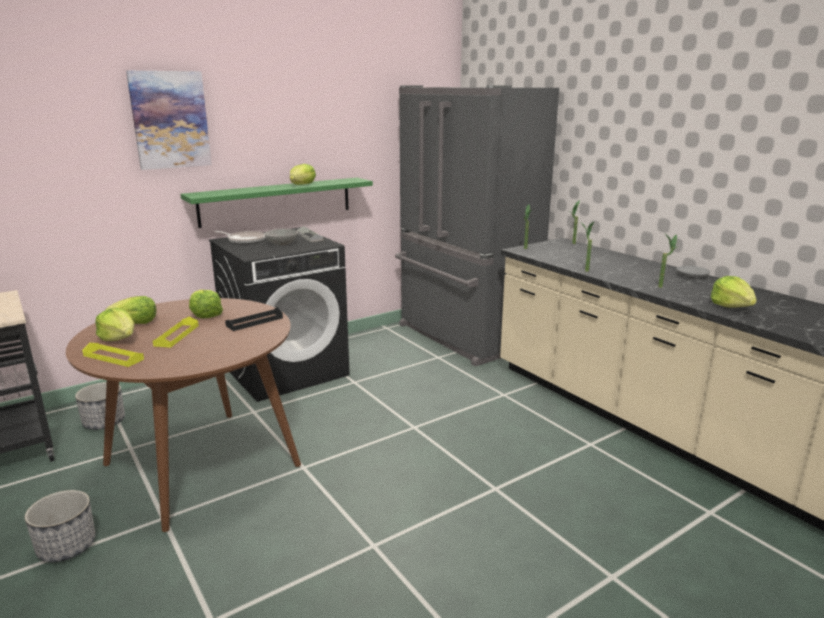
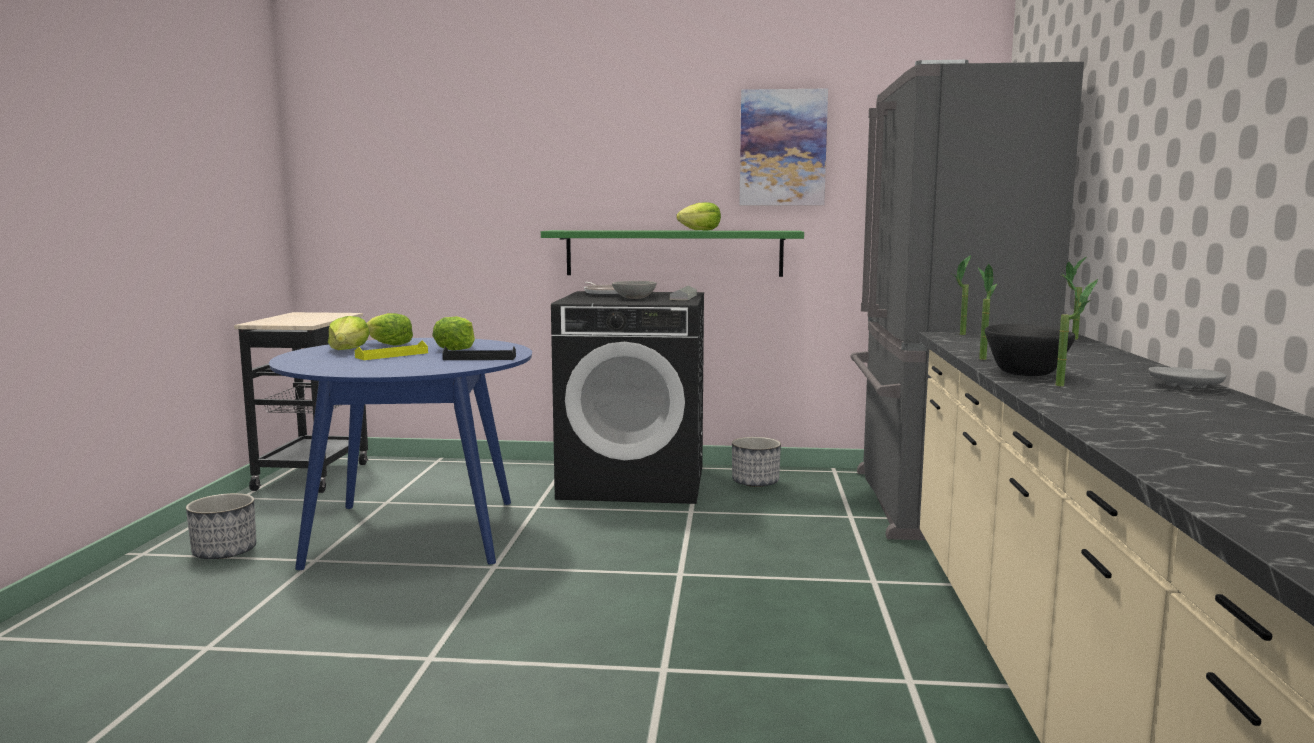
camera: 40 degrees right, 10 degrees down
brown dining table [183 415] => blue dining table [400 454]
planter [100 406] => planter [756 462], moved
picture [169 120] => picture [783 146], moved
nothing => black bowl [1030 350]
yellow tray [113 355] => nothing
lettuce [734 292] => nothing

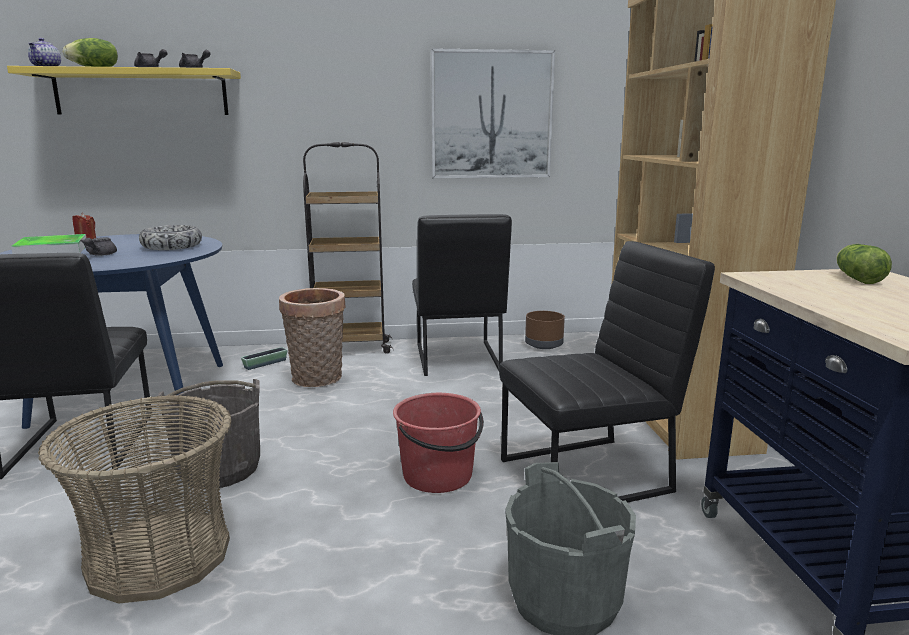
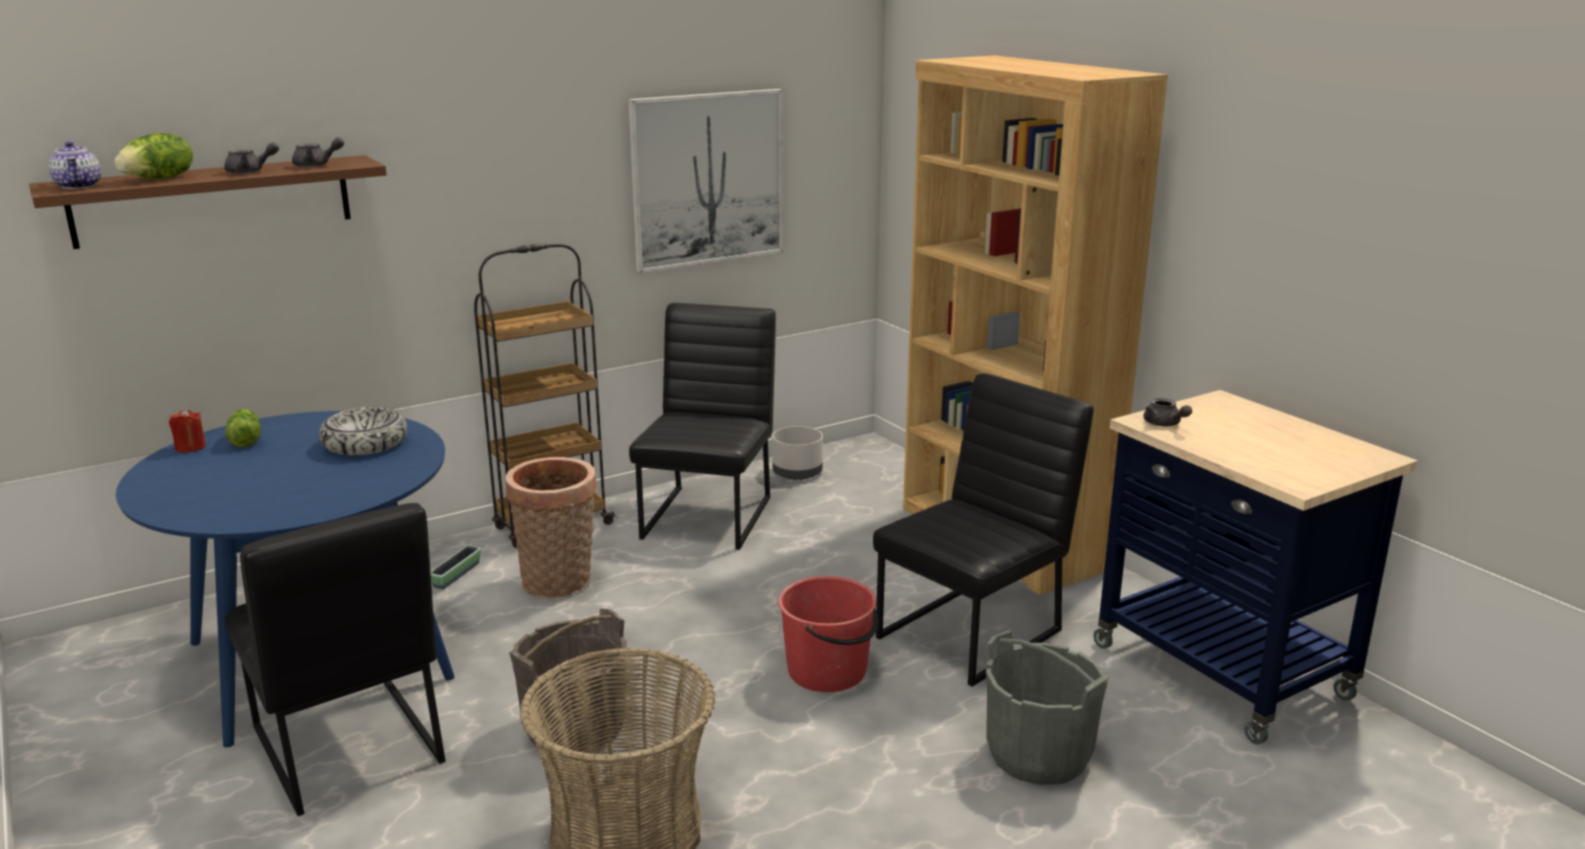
camera: 25 degrees left, 5 degrees up
yellow shelf [124 90] => brown shelf [208 202]
lettuce [864 264] => lettuce [243 428], moved
black chair [462 295] => black chair [702 426], 135 degrees counterclockwise
brown planter [545 330] => grey planter [797 453]
grey teapot [99 247] => grey teapot [1167 412], moved
tray [48 244] => nothing

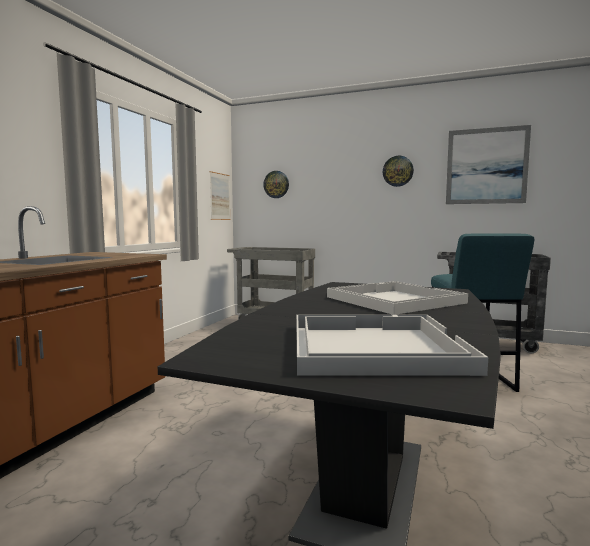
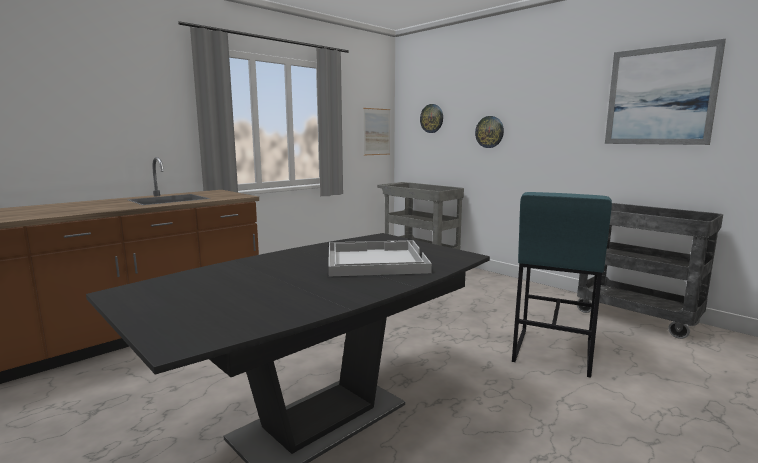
camera: 25 degrees right, 5 degrees up
wall clock [398 171] => wall clock [489 132], moved
white tray [392 345] => nothing

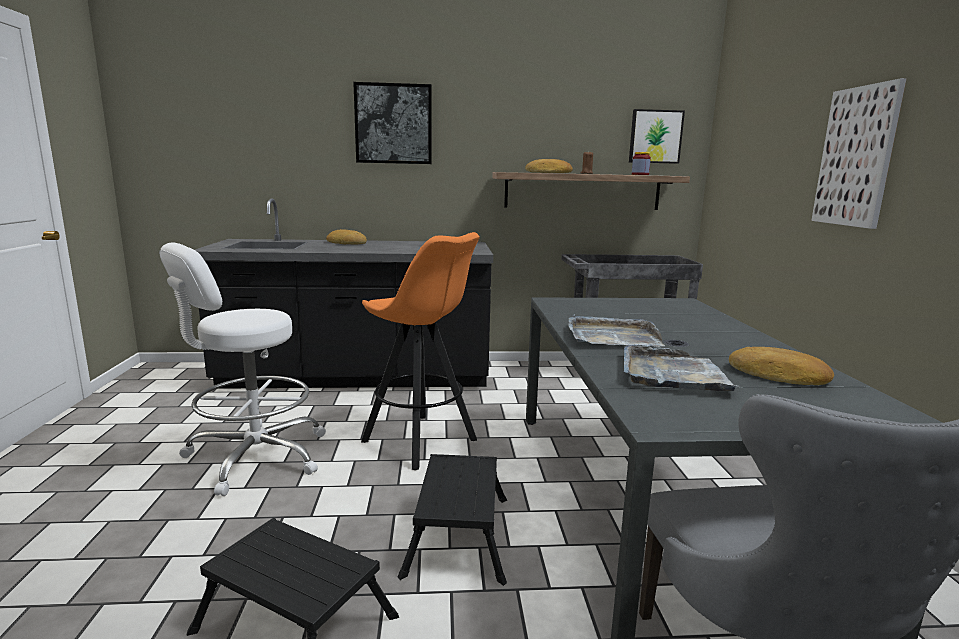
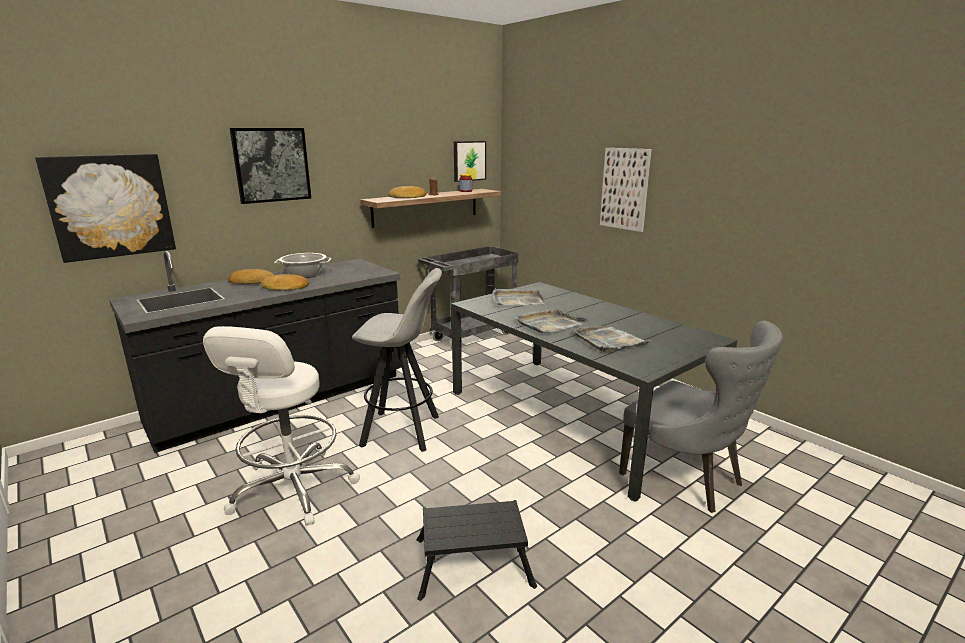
camera: 35 degrees left, 5 degrees up
nothing => picture [105 208]
bread [781 366] => bread [285 282], moved
nothing => cooking pot [302 265]
orange stool [420 351] => grey stool [397 360]
nothing => grey tray [518 296]
black step ladder [452 520] => nothing

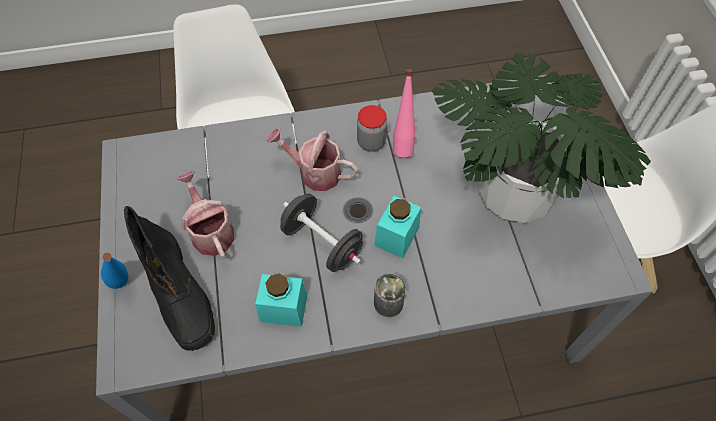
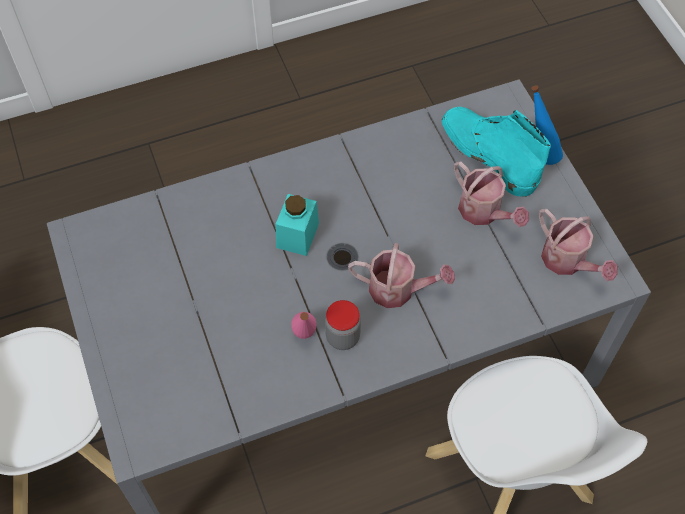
camera: 170 degrees right, 0 degrees up
black boot [169 278] => turquoise boot [496 152]
nothing => watering can [578 245]
turquoise jar [281 300] => nothing
black dumbbell [321 232] => nothing
can [390 295] => nothing
potted plant [541 138] => nothing

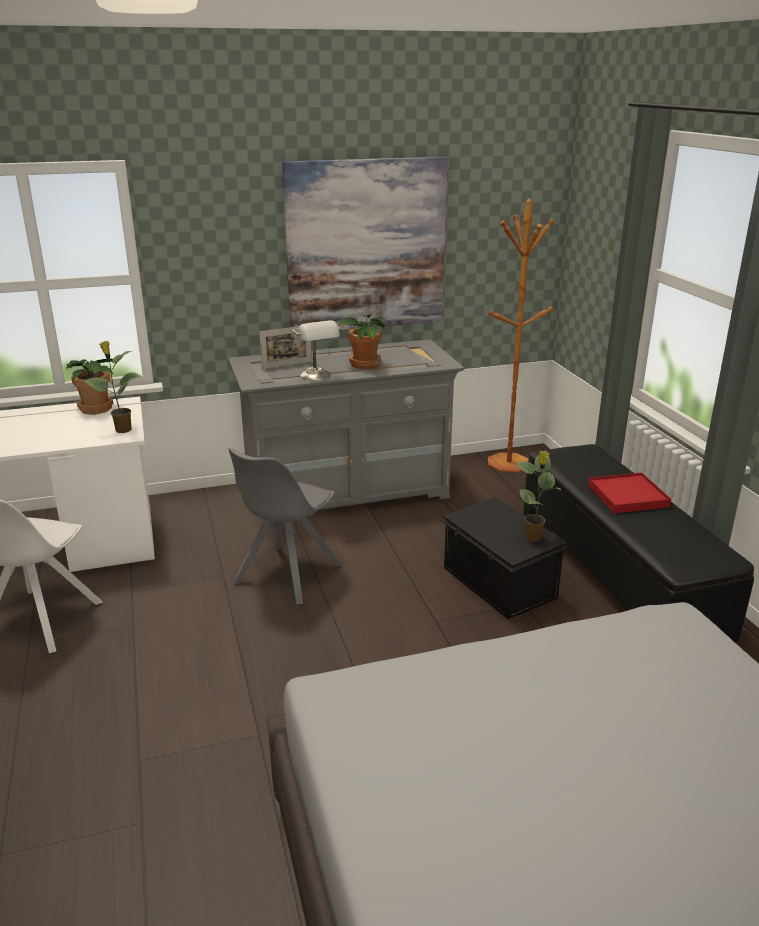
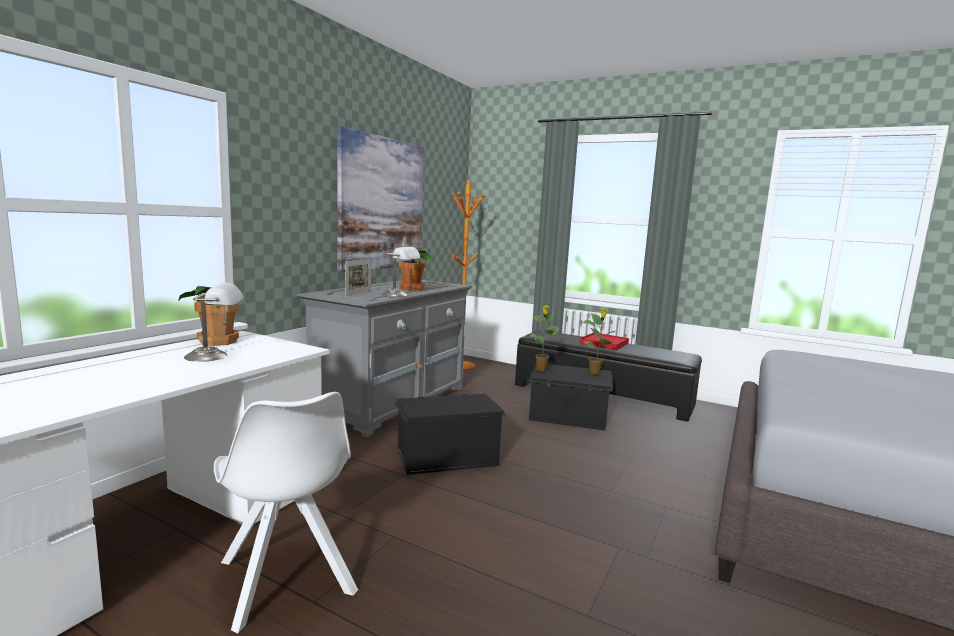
camera: 45 degrees left, 15 degrees down
nothing => white table lamp [213 322]
grey chair [285 526] => black storage box [450 434]
potted plant [112 387] => potted plant [544 338], moved

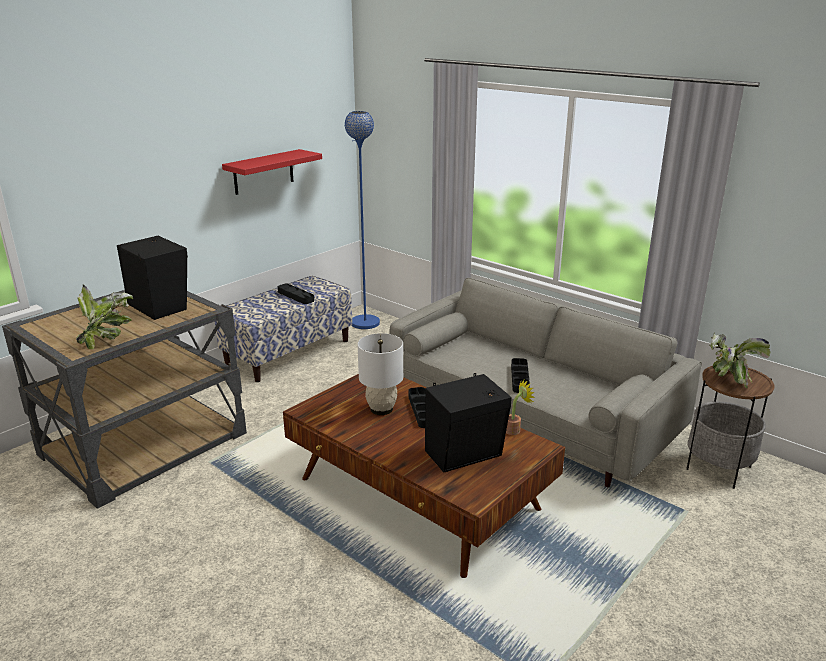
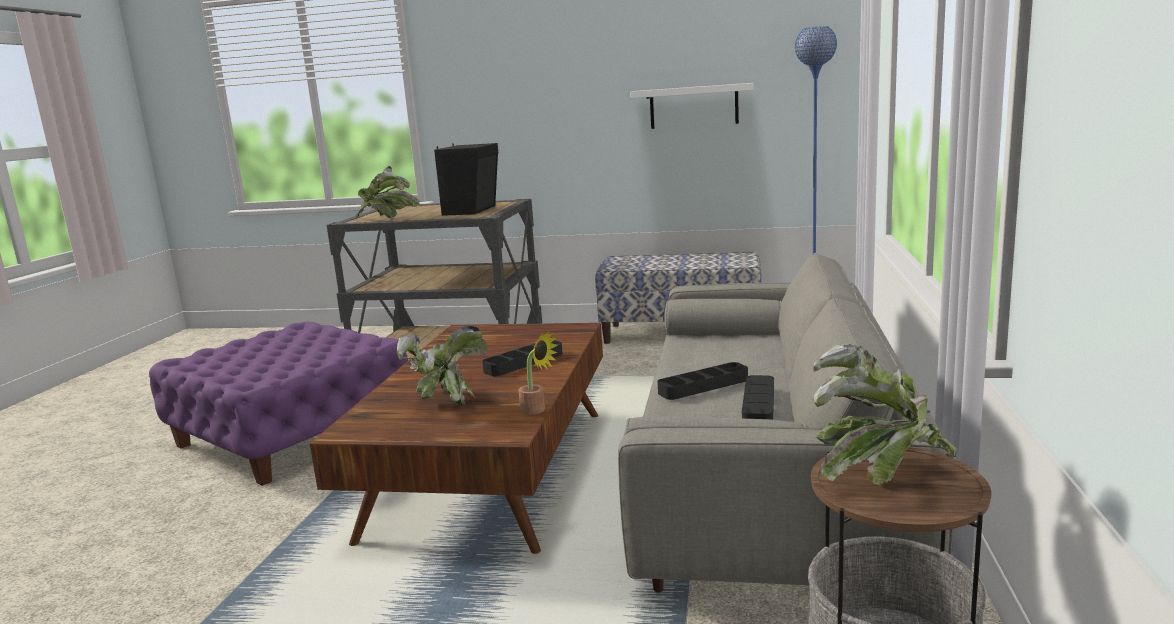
camera: 60 degrees right, 10 degrees down
nothing => purple ottoman [278 404]
black speaker [468 423] => potted plant [442 365]
red shelf [272 172] => white shelf [692 106]
black tray [296 294] => black tray [758 397], moved
white table lamp [380 374] => nothing

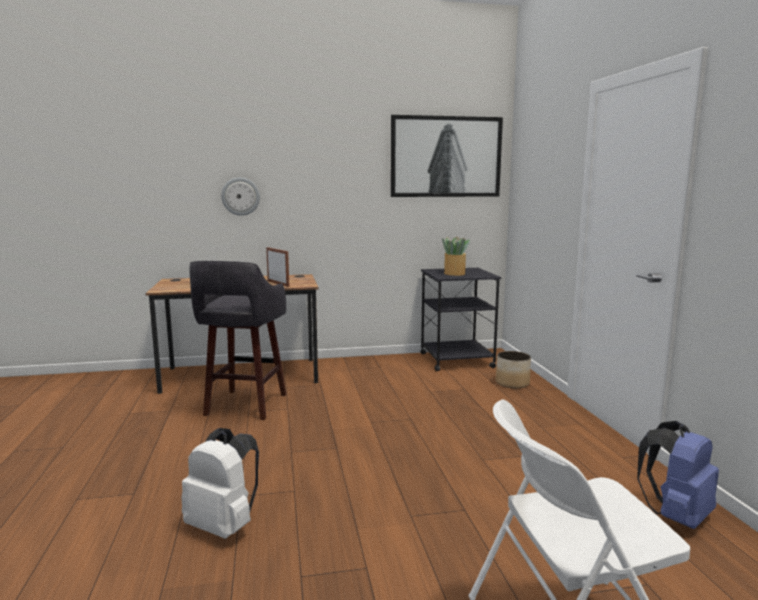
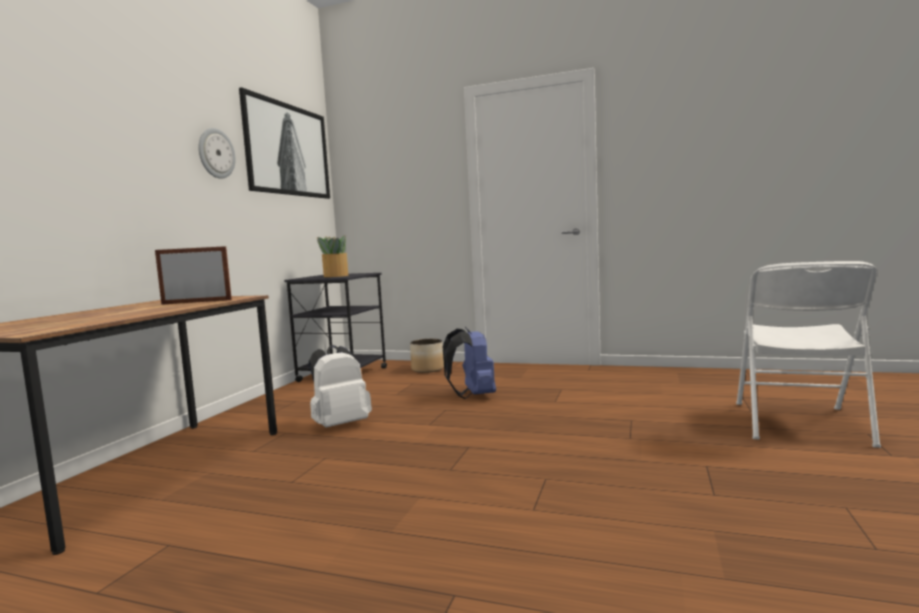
camera: 60 degrees left, 5 degrees down
wall clock [240 196] => wall clock [217 153], moved
white backpack [220 483] => white backpack [340 386], moved
blue backpack [678 475] => blue backpack [469 363], moved
grey stool [238 340] => nothing

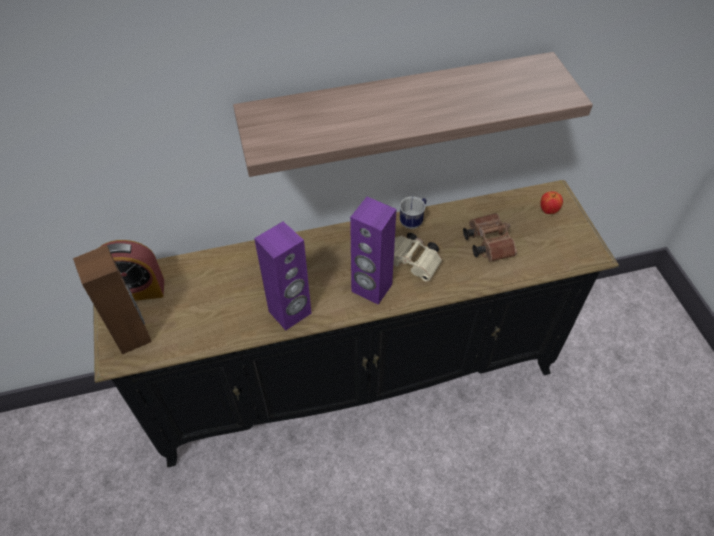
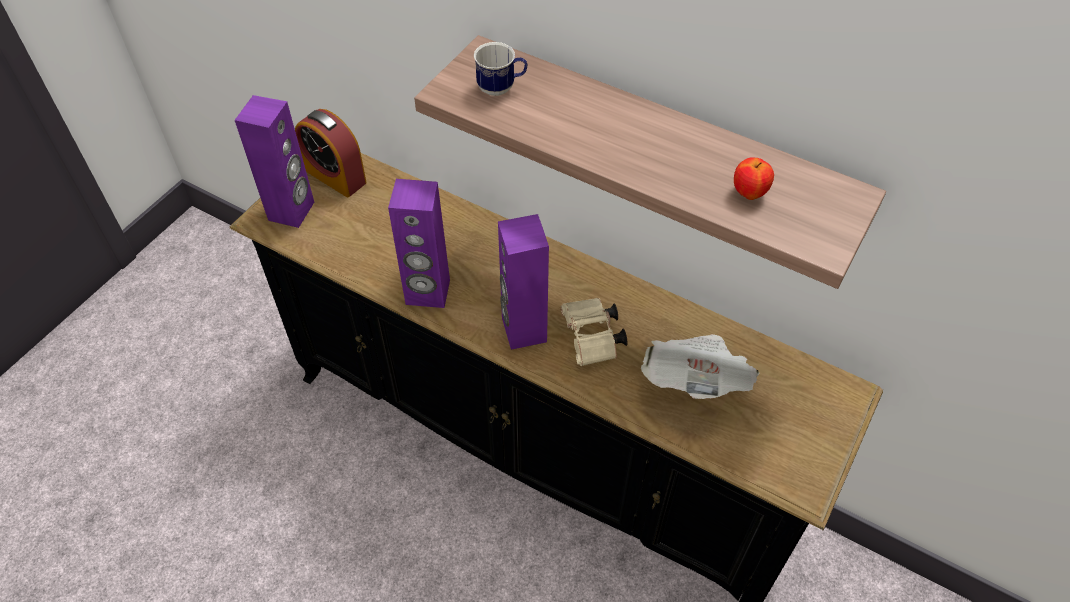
camera: 45 degrees right, 0 degrees up
brown speaker [112 299] => purple speaker [274 161]
mug [413 212] => mug [501 69], moved
brown binoculars [490 237] => newspaper [700 366]
apple [551 203] => apple [754 179], moved

